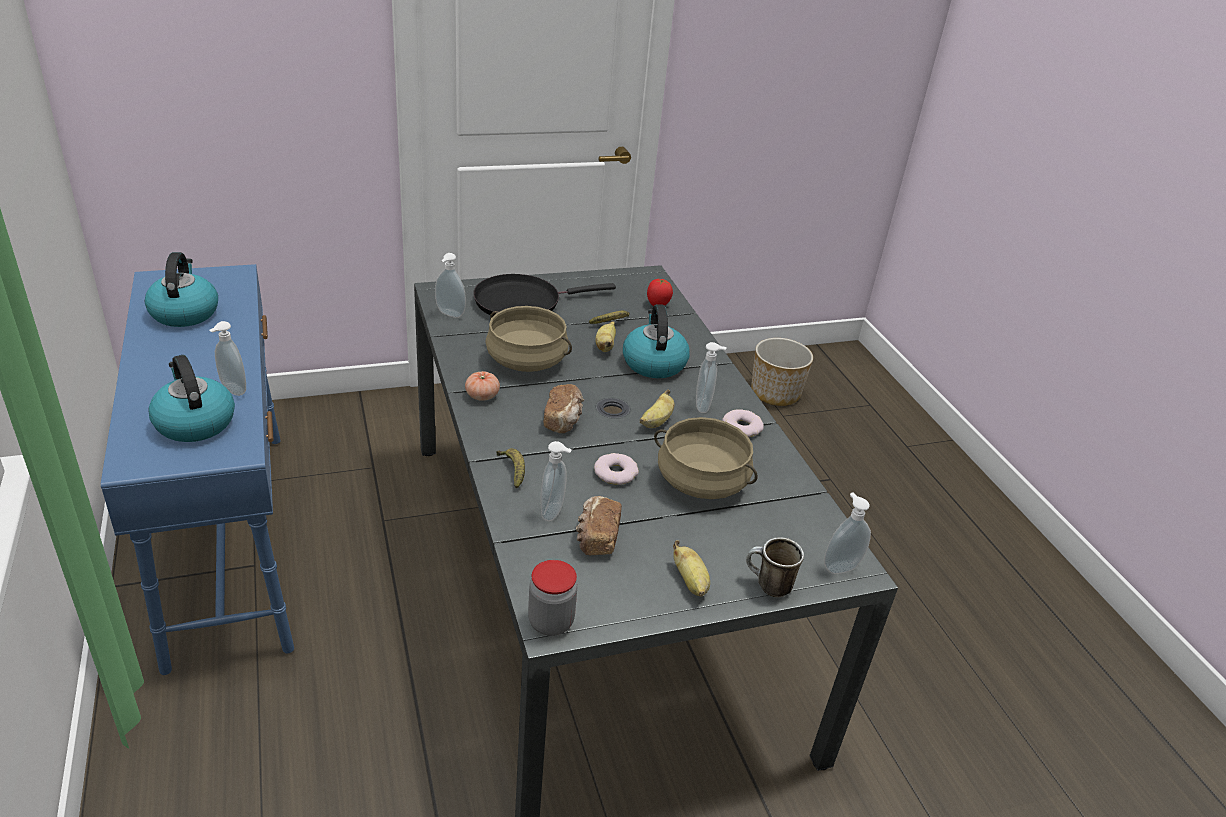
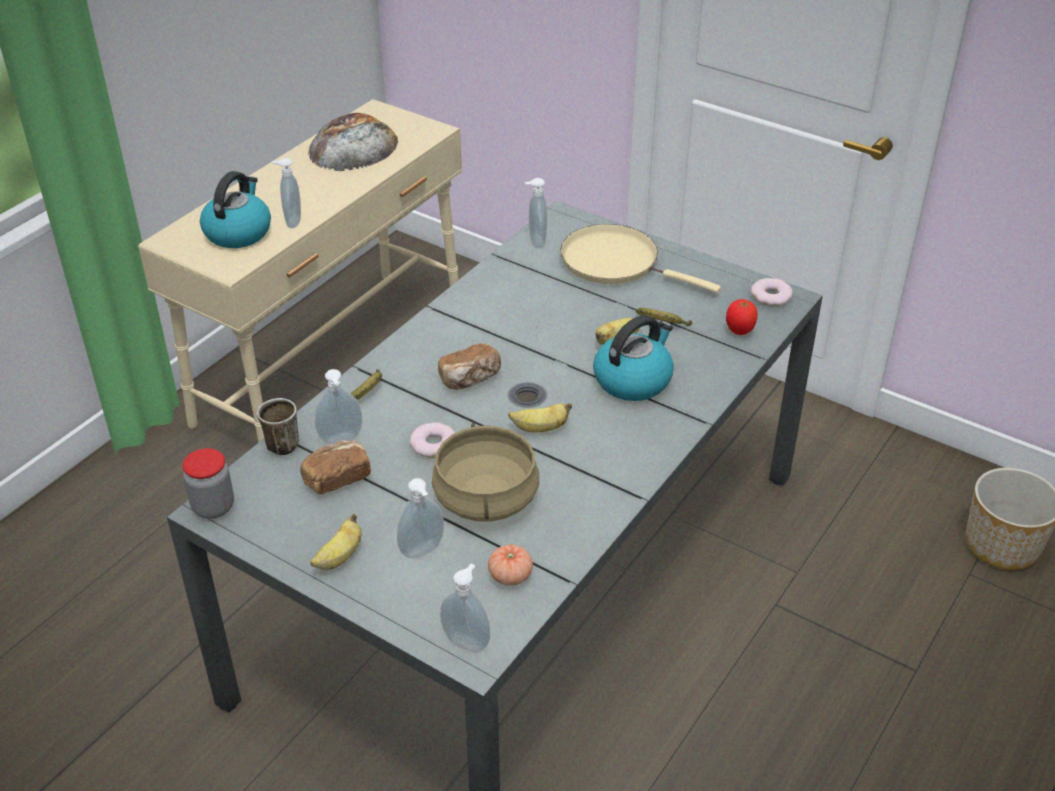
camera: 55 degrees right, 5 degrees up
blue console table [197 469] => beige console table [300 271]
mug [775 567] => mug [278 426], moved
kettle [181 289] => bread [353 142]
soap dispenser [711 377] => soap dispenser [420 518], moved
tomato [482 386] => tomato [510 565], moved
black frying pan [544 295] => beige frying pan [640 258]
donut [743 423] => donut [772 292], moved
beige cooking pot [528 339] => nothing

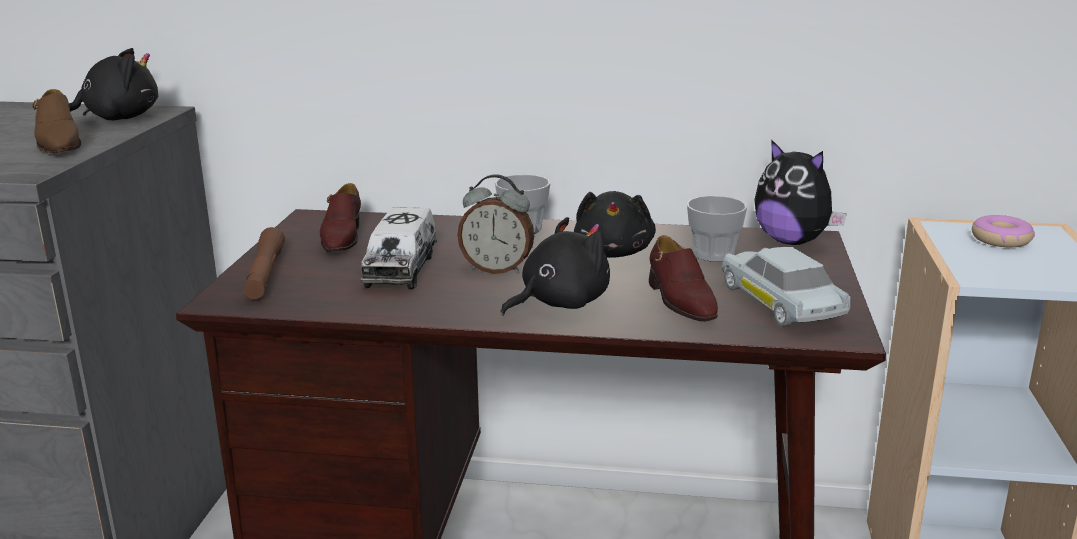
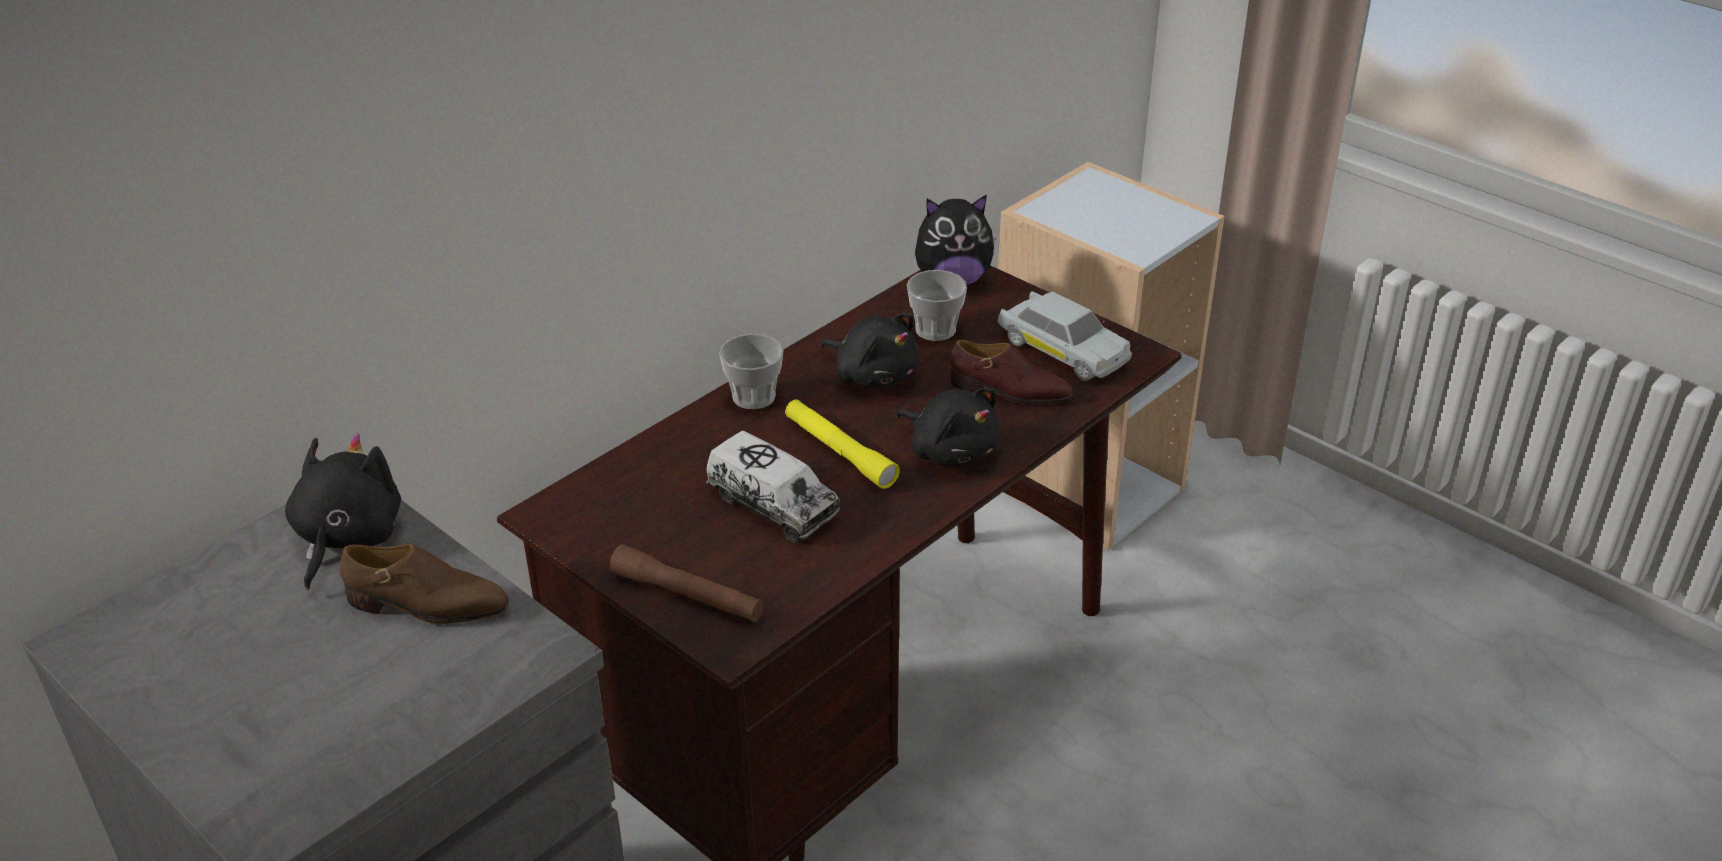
camera: 55 degrees left, 15 degrees up
alarm clock [495 224] => yellow flashlight [842 444]
black plush toy [555 266] => black plush toy [948 427], 135 degrees clockwise
white toy car [785 287] => white toy car [1064 336], 150 degrees counterclockwise
brown shoe [340 217] => nothing
donut [1003 231] => nothing

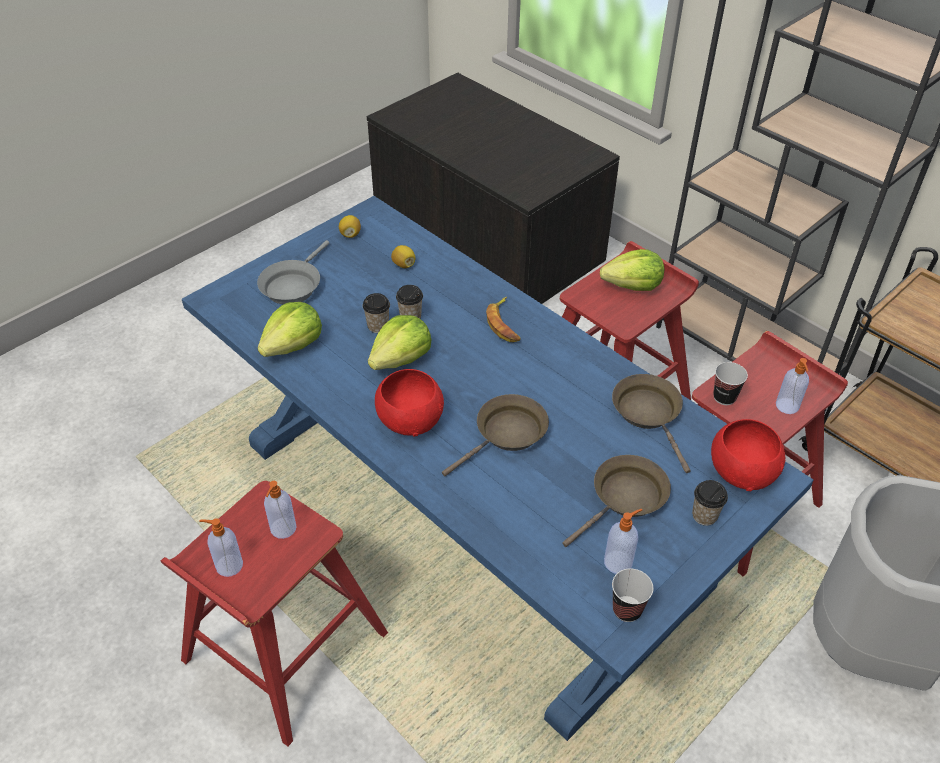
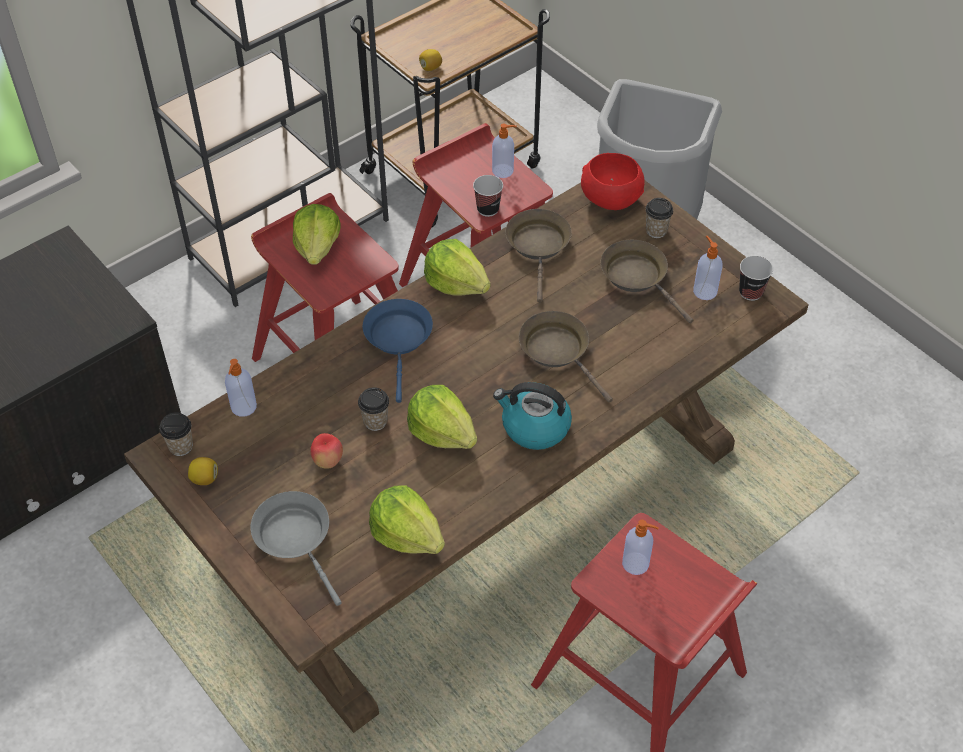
camera: 85 degrees left, 5 degrees up
blue dining table [498 468] => brown dining table [466 456]
cup [376 313] => cup [176 434], moved
soap dispenser [221 547] => soap dispenser [241 388], moved
grey frying pan [293 272] => grey frying pan [296 548], 150 degrees counterclockwise
nothing => apple [326 451]
banana [503 319] => blue frying pan [398 351]
lemon [403 256] => lemon [430 60], moved
nothing => lettuce [457 267]
red bowl [409 403] => kettle [532 416]
brown frying pan [651 423] => brown frying pan [538 255], 105 degrees clockwise

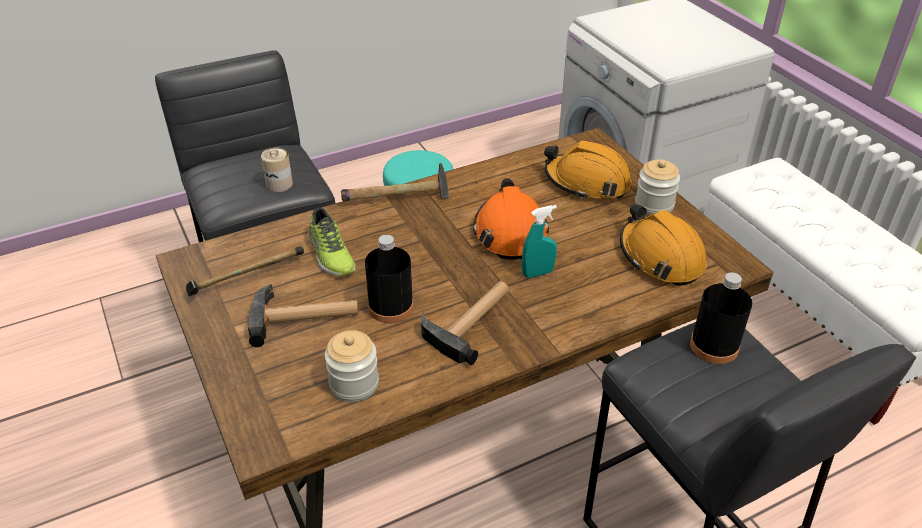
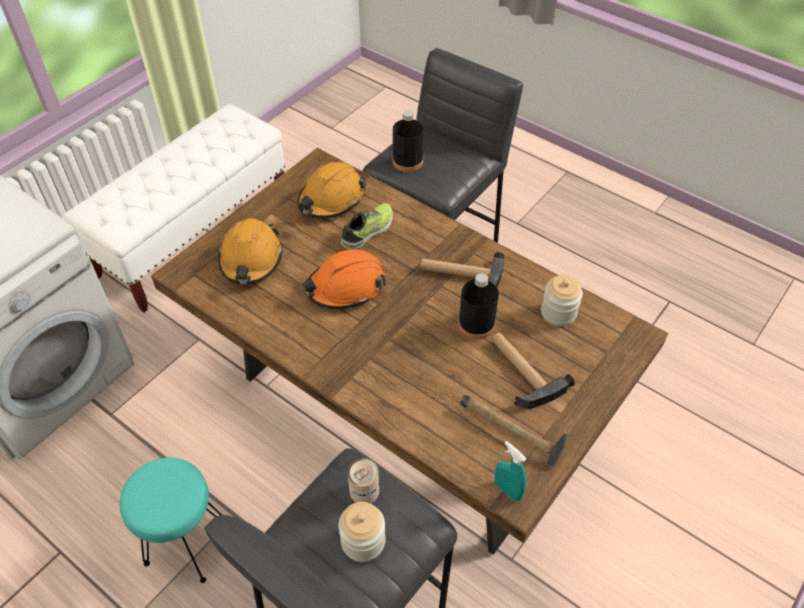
camera: 115 degrees left, 10 degrees up
jar [657 187] => jar [362 532], moved
shoe [332 241] => shoe [367 226], moved
turquoise spray bottle [539 241] => turquoise spray bottle [510 471], moved
hammer [395 182] => nothing

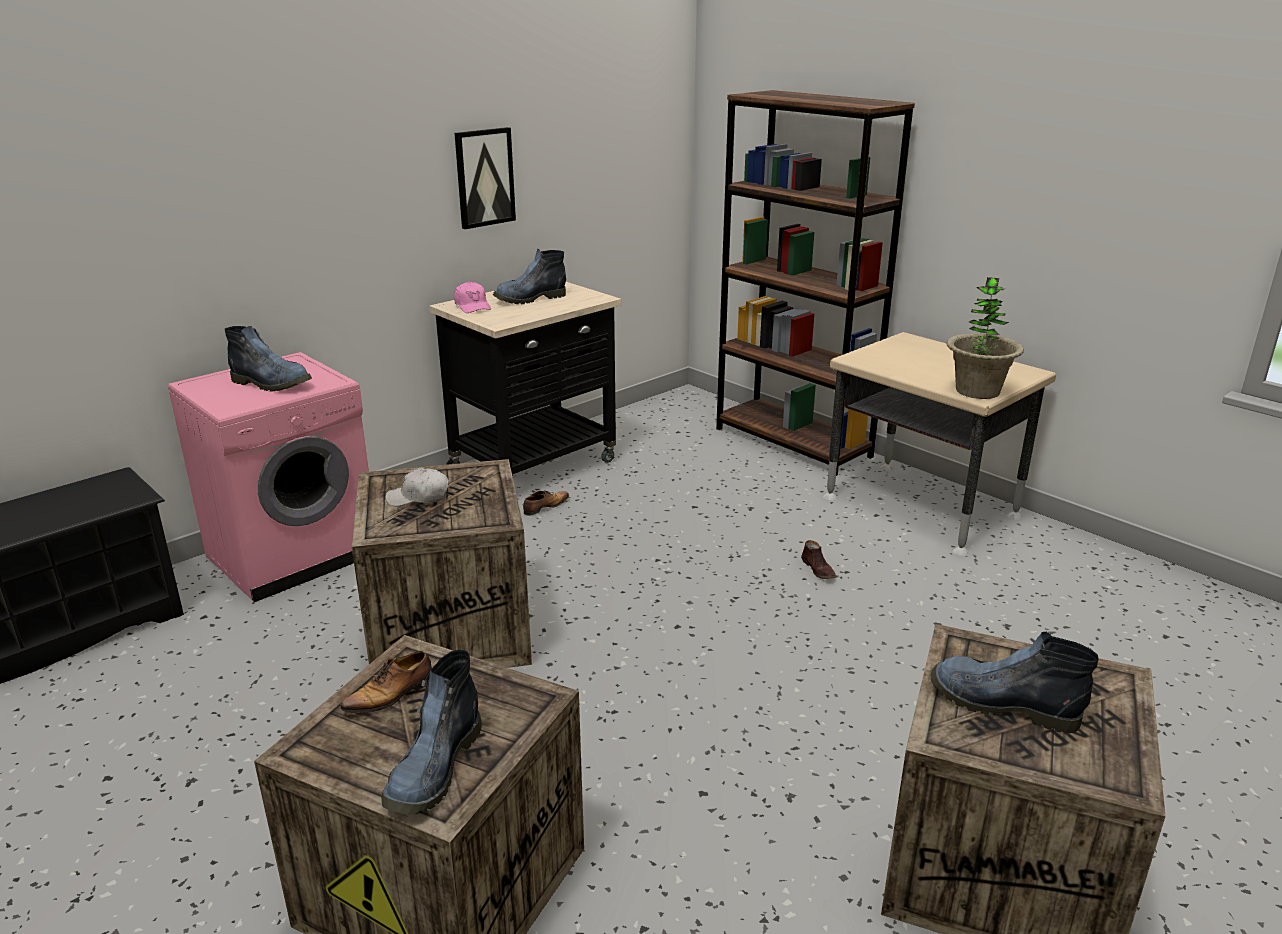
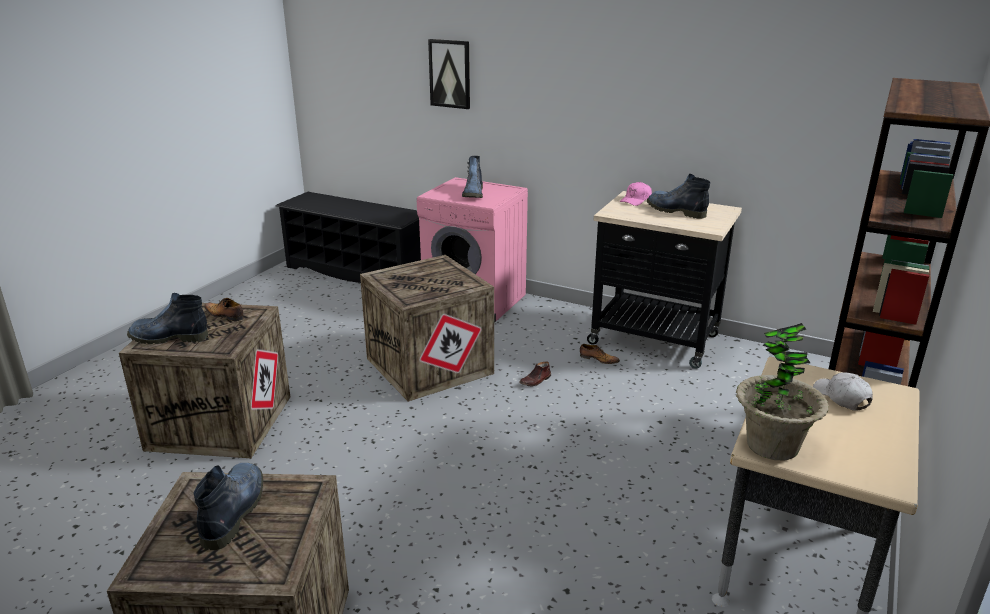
camera: 70 degrees right, 0 degrees up
picture [485 178] => picture [449 74], moved
brown shoe [818 559] => brown shoe [535 374], moved
white cap [417 487] => white cap [843 391], moved

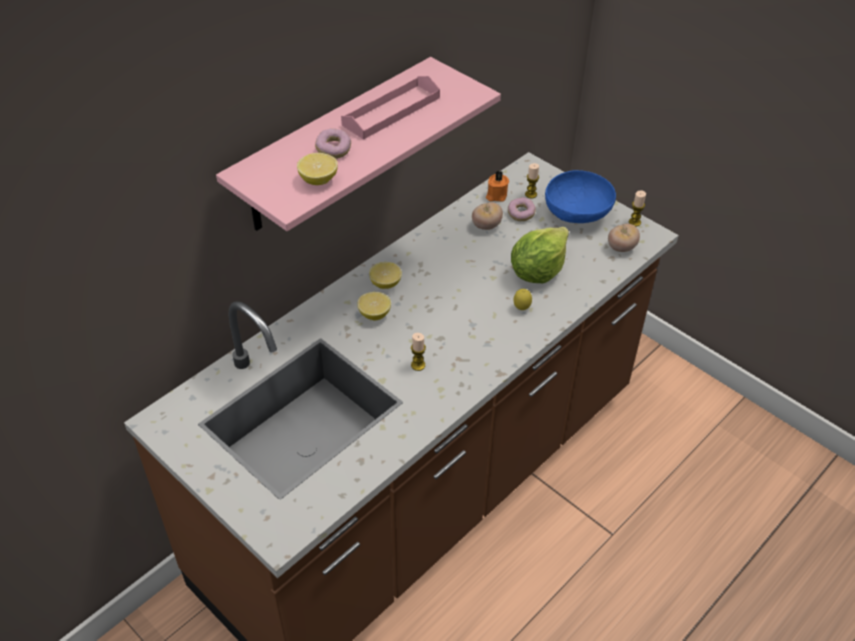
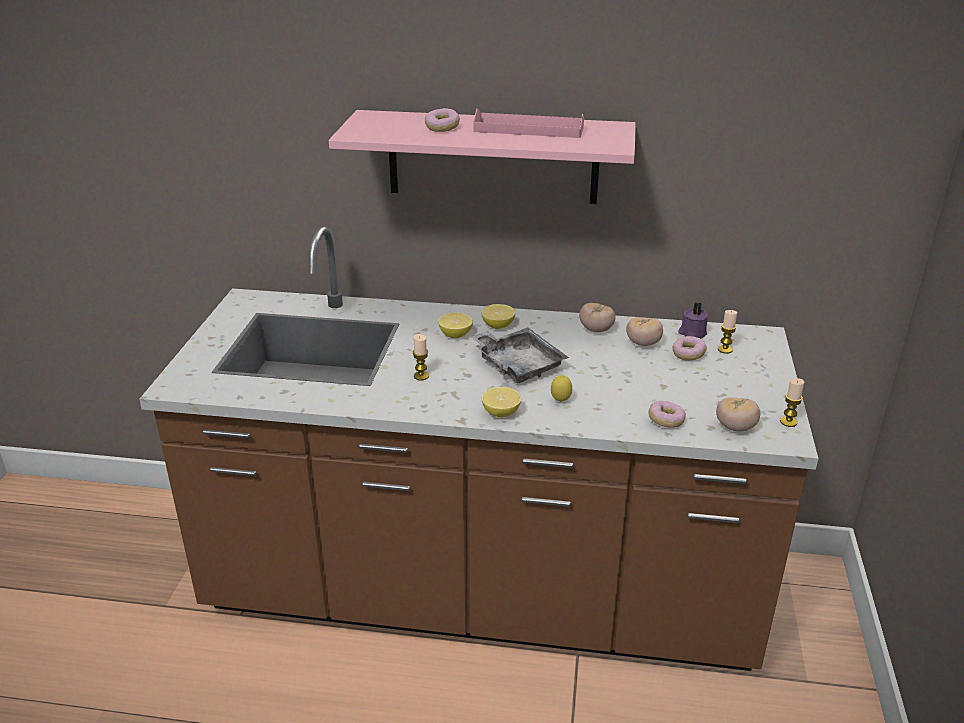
camera: 55 degrees right, 15 degrees down
nothing => grey tray [519 355]
lemon [317 169] => lemon [501 402], moved
nothing => tomato [597 317]
nothing => donut [667 414]
orange candle [497 186] => purple candle [693 320]
lettuce [540 255] => nothing
blue bowl [580 196] => nothing

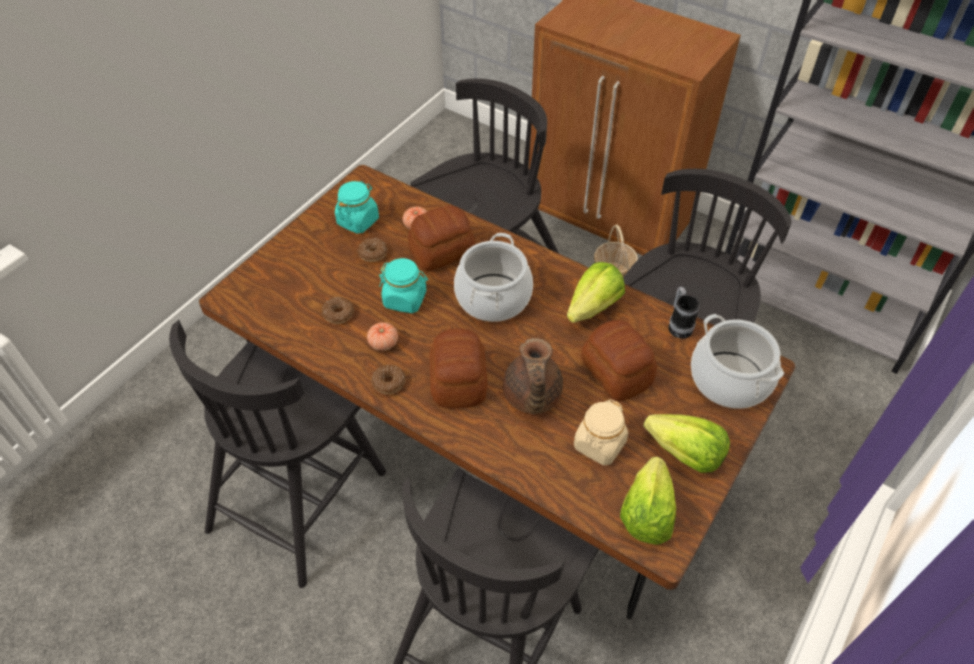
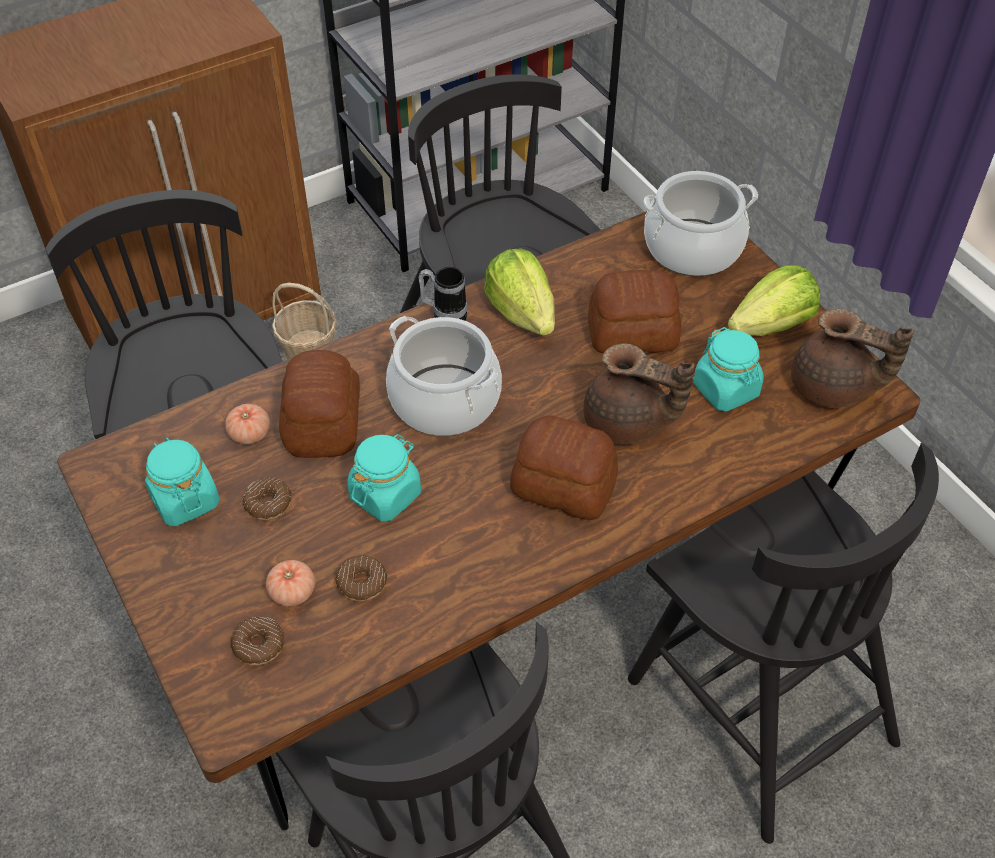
camera: 65 degrees left, 0 degrees up
donut [388 379] => donut [258 641], moved
tomato [382 336] => tomato [290 583], moved
mug [683 312] => mug [443 294], moved
beige jar [601 432] => turquoise jar [728 369]
lettuce [648 501] => brown teapot [852 358]

